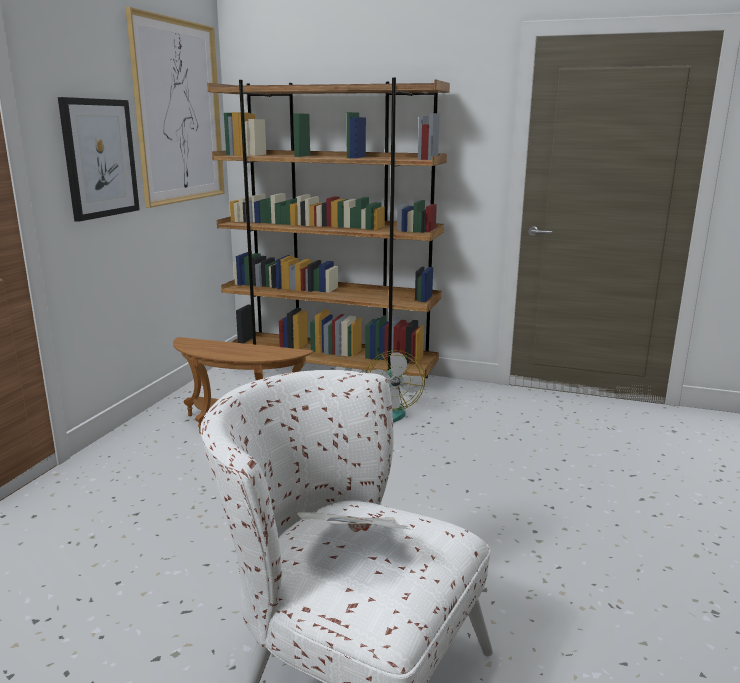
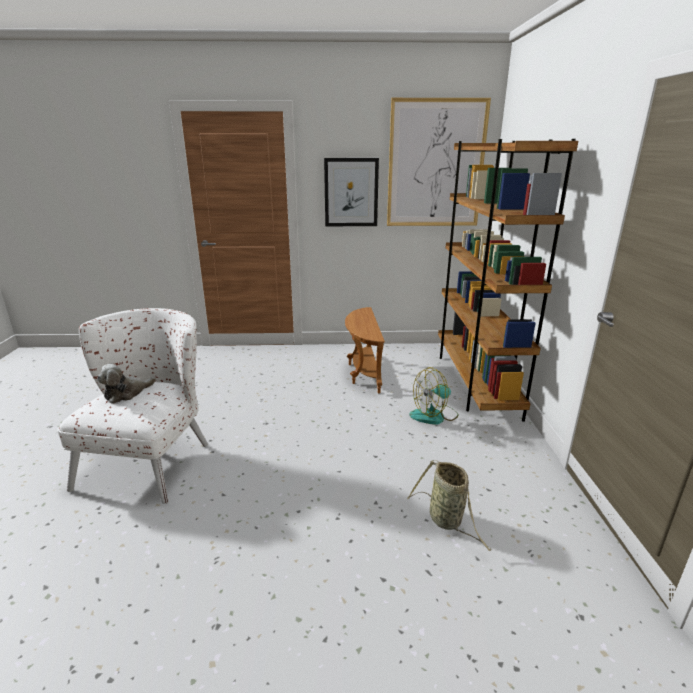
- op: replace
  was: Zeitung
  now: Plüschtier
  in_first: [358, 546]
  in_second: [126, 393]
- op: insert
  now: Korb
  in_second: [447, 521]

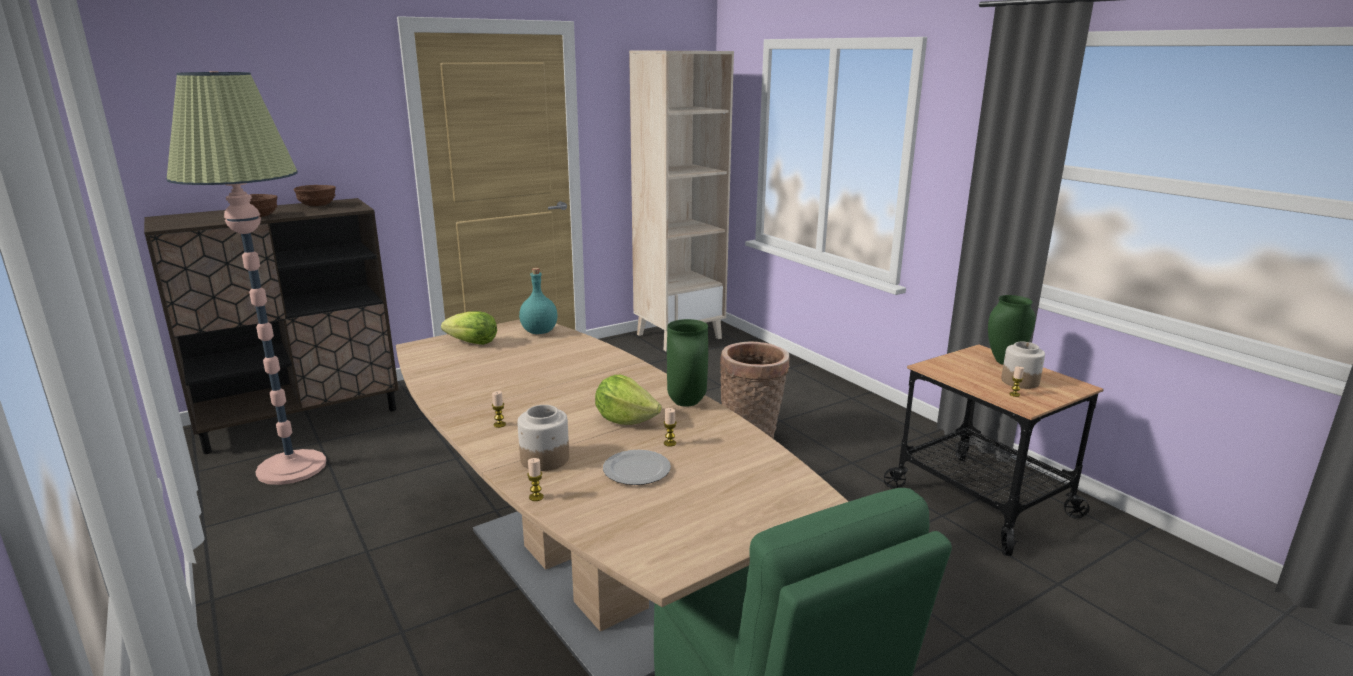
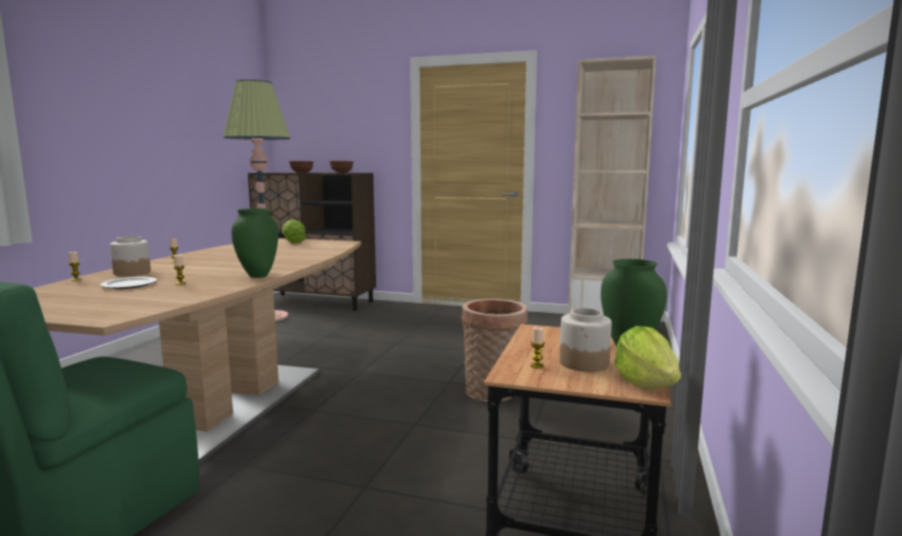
- op: delete
  was: Flasche (türkis)
  in_first: [539, 332]
- op: move
  was: Salatkopf
  in_first: [625, 419]
  in_second: [645, 383]

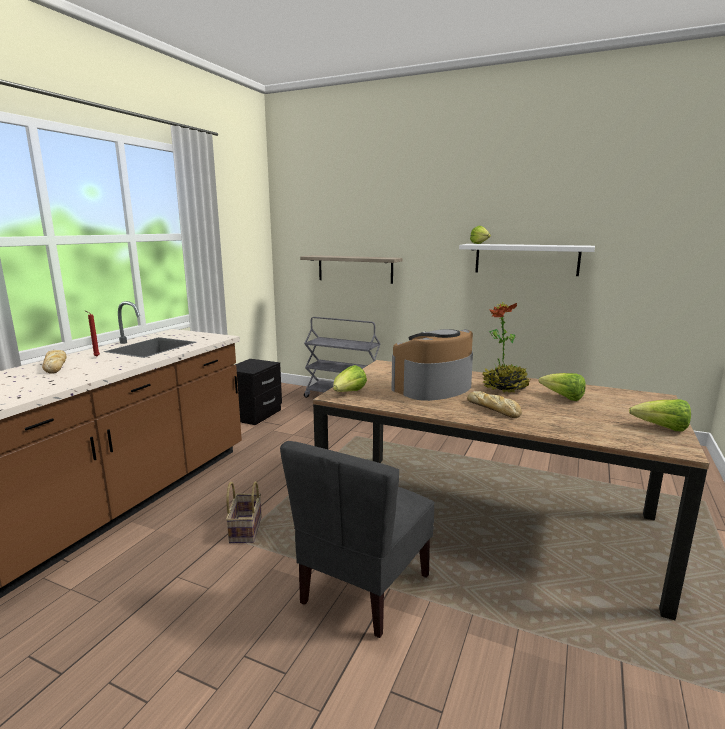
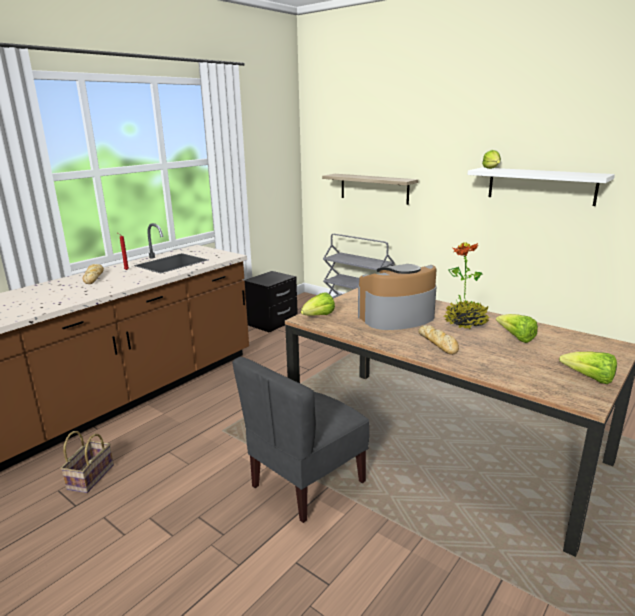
- op: move
  was: Korb
  in_first: [245, 529]
  in_second: [90, 476]

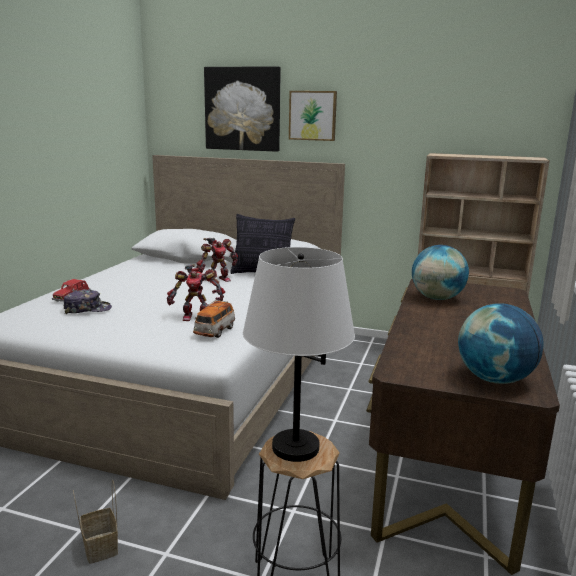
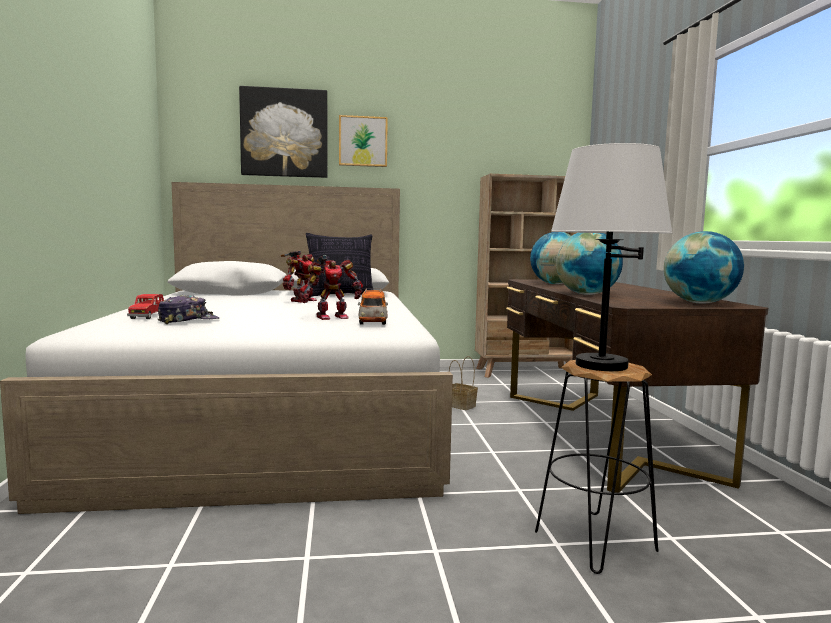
- op: move
  was: Korb
  in_first: [99, 546]
  in_second: [460, 405]
- op: insert
  now: Globus
  in_second: [587, 294]

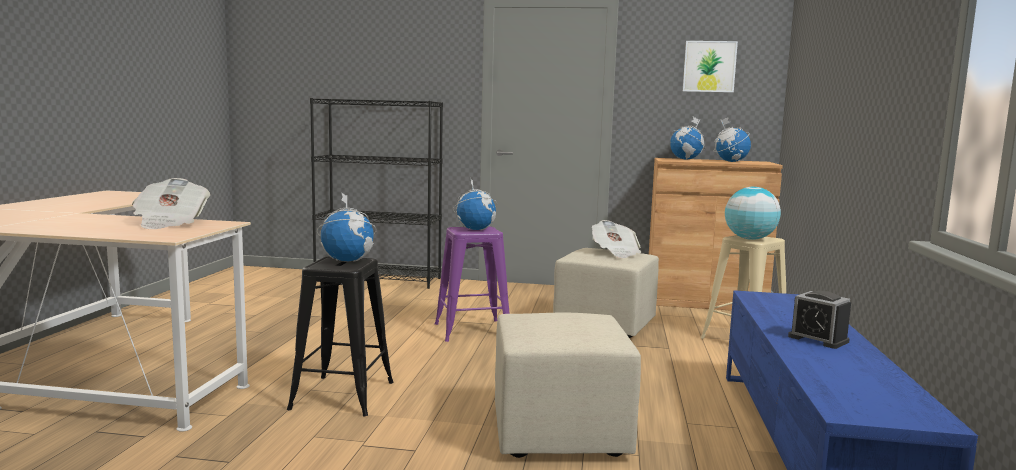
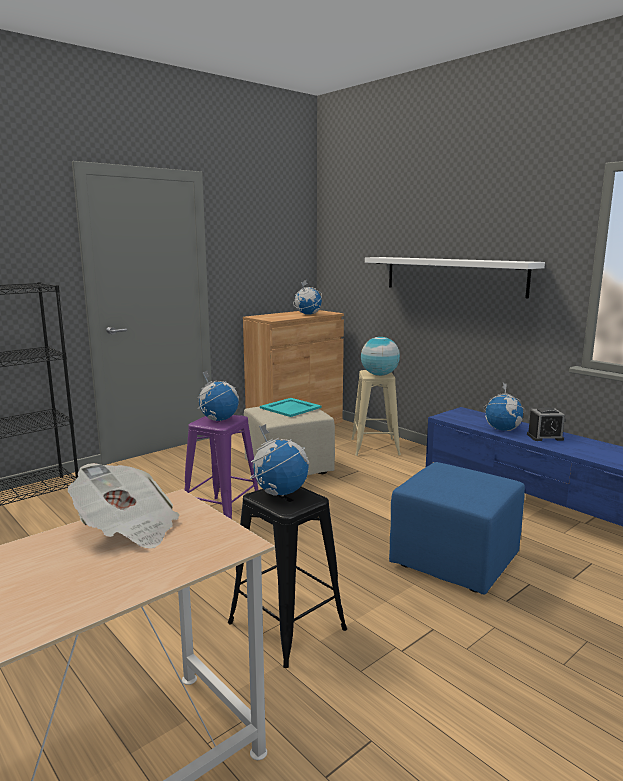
- op: recolor
  was: Polsterhocker (beige)
  now: Polsterhocker (blau)
  in_first: [560, 433]
  in_second: [456, 562]
- op: replace
  was: Zeitung
  now: Tablett (türkis)
  in_first: [615, 253]
  in_second: [291, 408]
- op: move
  was: Globus
  in_first: [686, 159]
  in_second: [503, 429]
- op: delete
  was: Bild
  in_first: [709, 66]
- op: insert
  now: Wandregal (weiß)
  in_second: [453, 275]

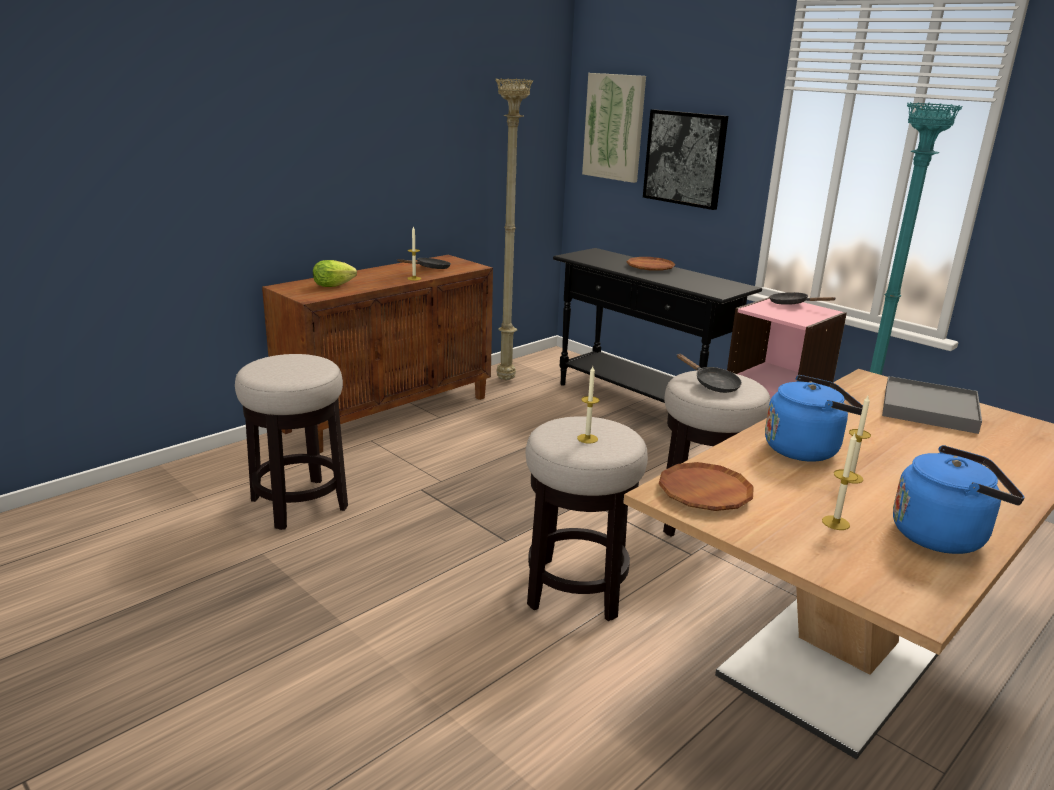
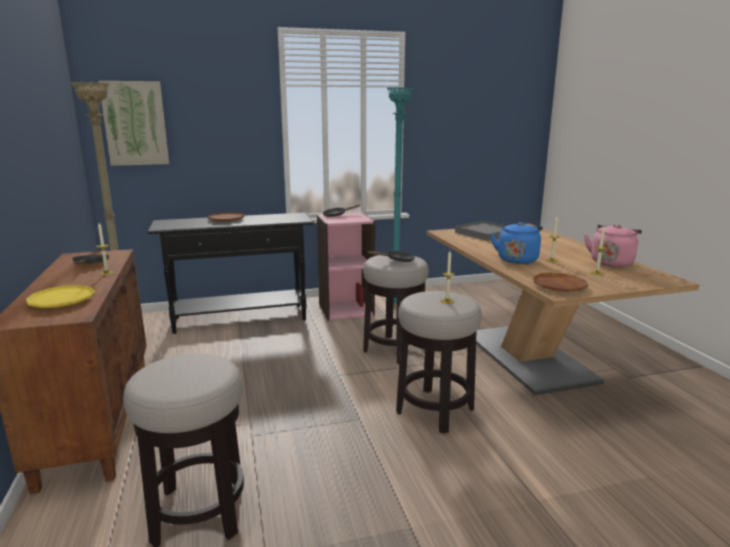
- op: replace
  was: Salatkopf
  now: Teller (gelb)
  in_first: [336, 286]
  in_second: [62, 301]
- op: delete
  was: Bild
  in_first: [685, 158]
- op: recolor
  was: Wasserkessel (blau)
  now: Wasserkessel (rosa)
  in_first: [943, 536]
  in_second: [611, 262]

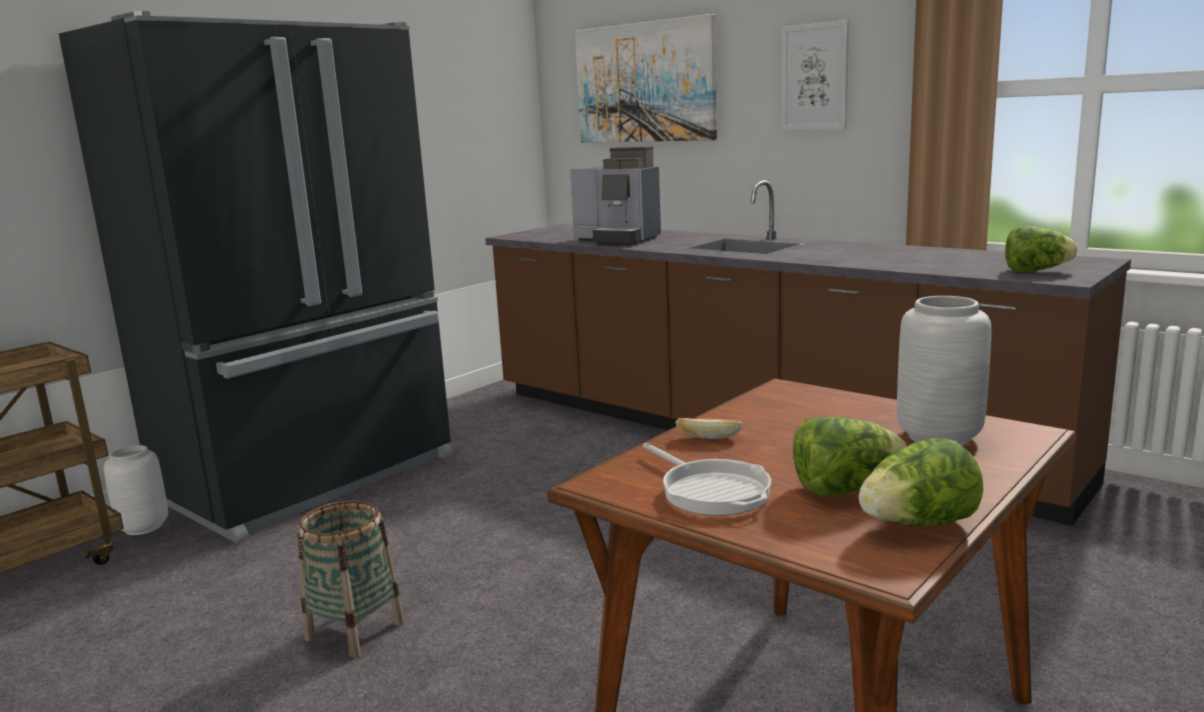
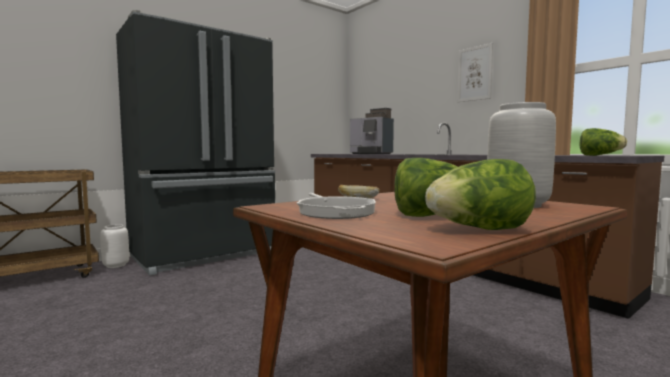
- op: delete
  was: Korb
  in_first: [355, 630]
- op: delete
  was: Bild
  in_first: [645, 82]

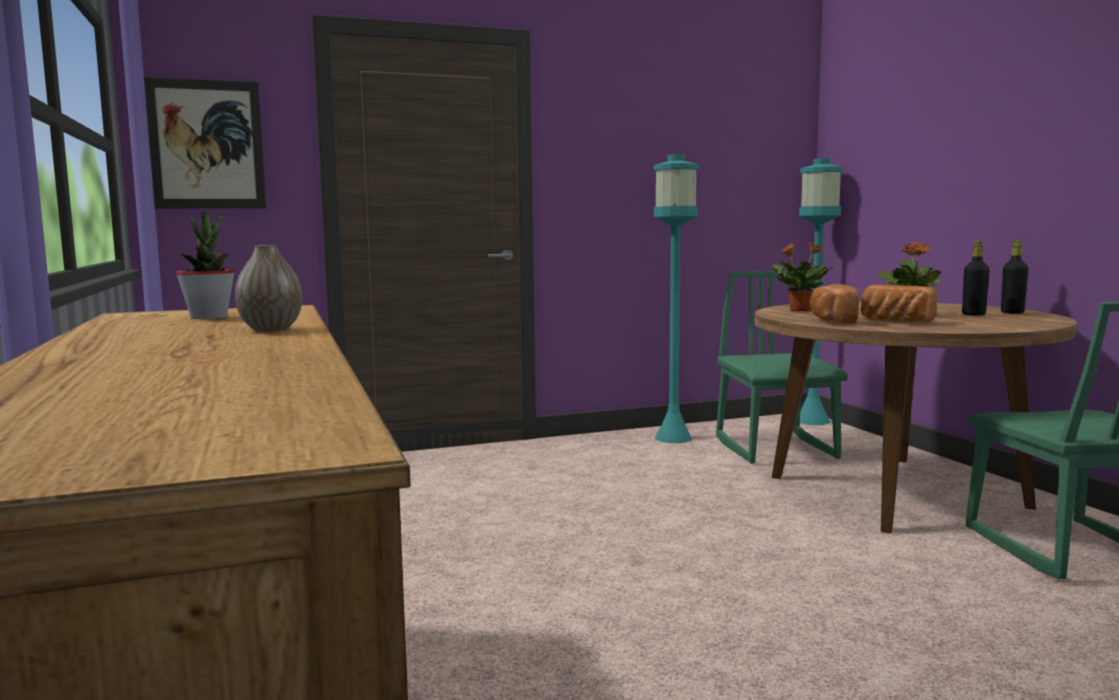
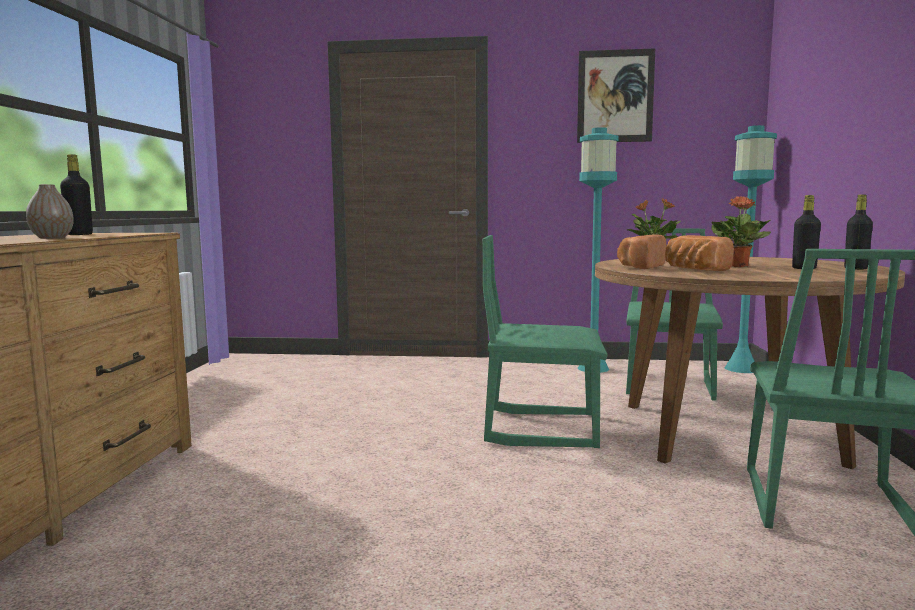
- op: move
  was: Bild
  in_first: [207, 144]
  in_second: [615, 96]
- op: replace
  was: Topfpflanze
  now: Flasche (schwarz)
  in_first: [209, 317]
  in_second: [79, 234]
- op: insert
  now: Stuhl (grün)
  in_second: [541, 428]

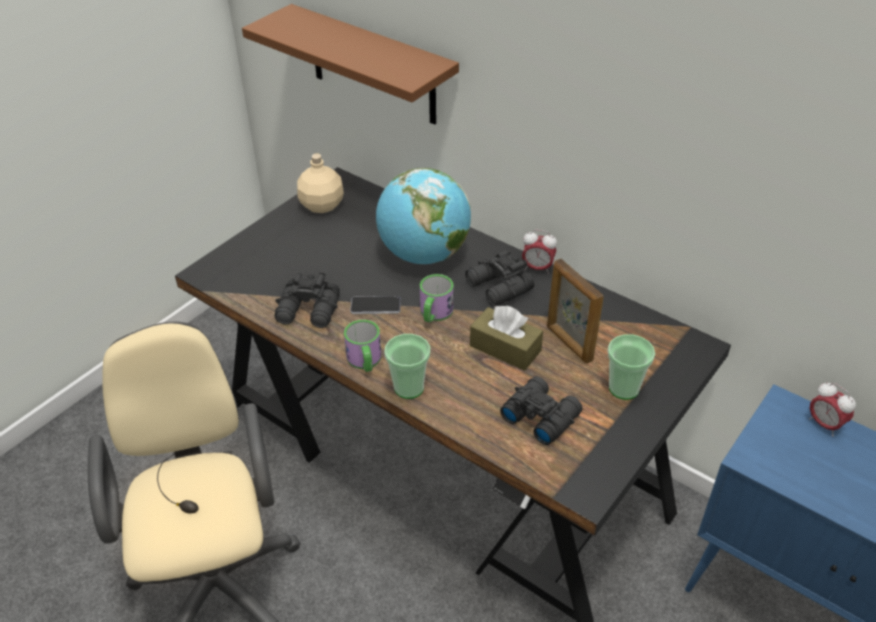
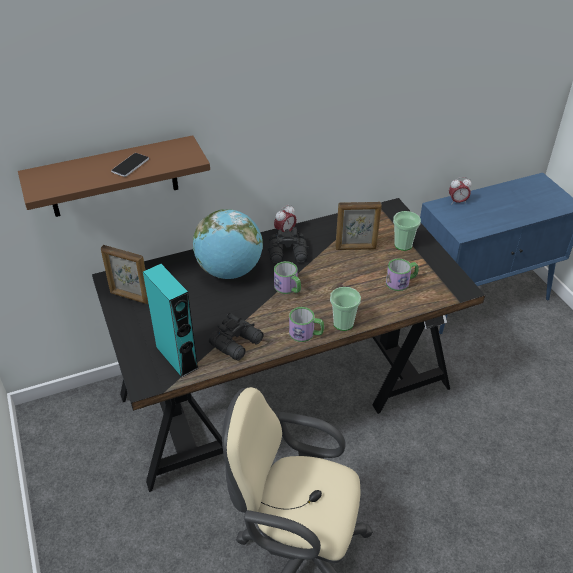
- op: replace
  was: Flasche (beige)
  now: Bilderrahmen
  in_first: [322, 206]
  in_second: [130, 297]
- op: move
  was: Handy
  in_first: [375, 306]
  in_second: [130, 165]
- op: delete
  was: Taschentuchbox (braun)
  in_first: [505, 348]
- op: replace
  was: Fernglas (schwarz)
  now: Henkelbecher
  in_first: [540, 415]
  in_second: [401, 282]
- op: insert
  now: Lautsprecher (türkis)
  in_second: [177, 357]

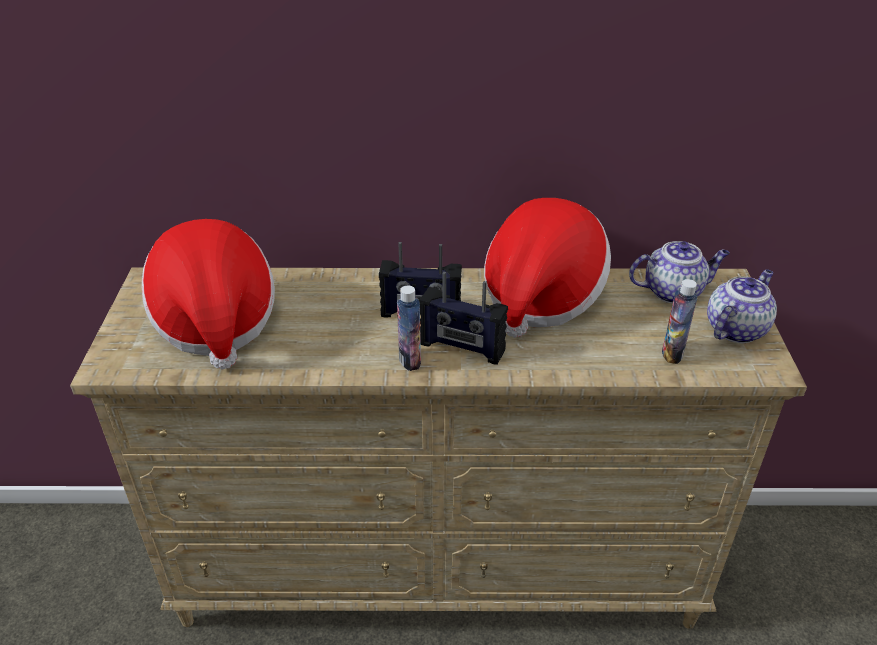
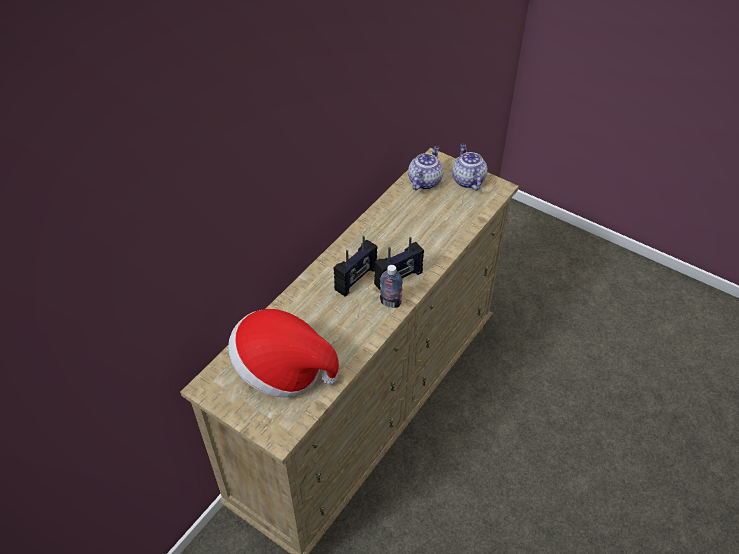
- op: delete
  was: Hut
  in_first: [541, 296]
- op: delete
  was: Flasche
  in_first: [672, 353]

